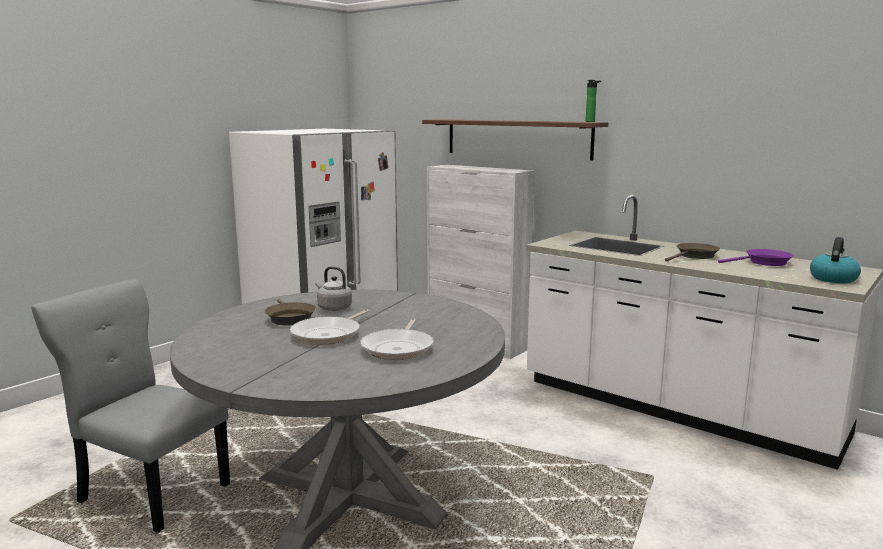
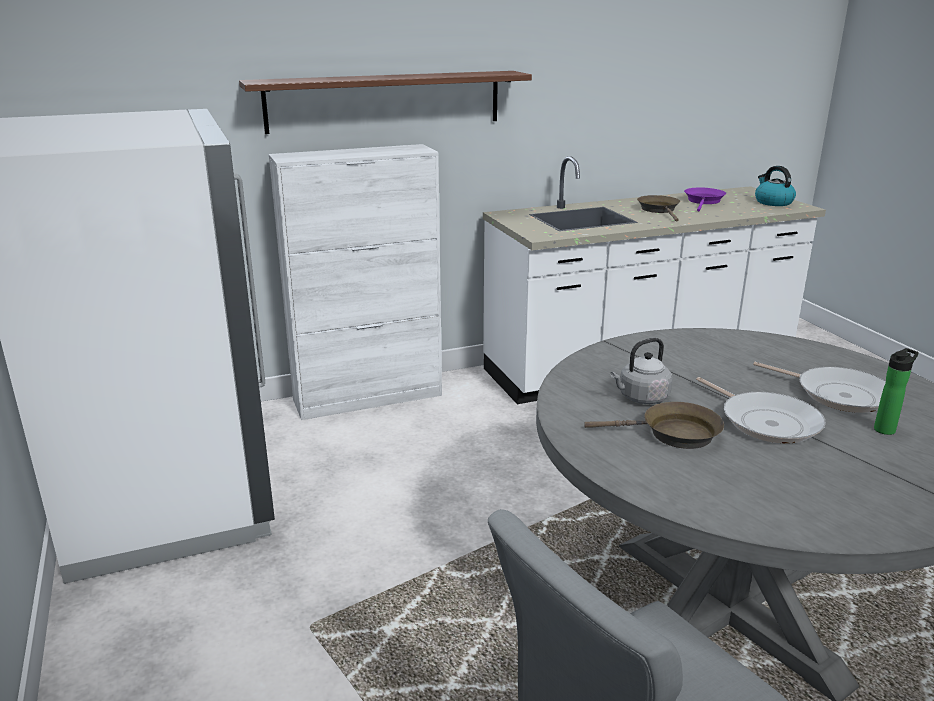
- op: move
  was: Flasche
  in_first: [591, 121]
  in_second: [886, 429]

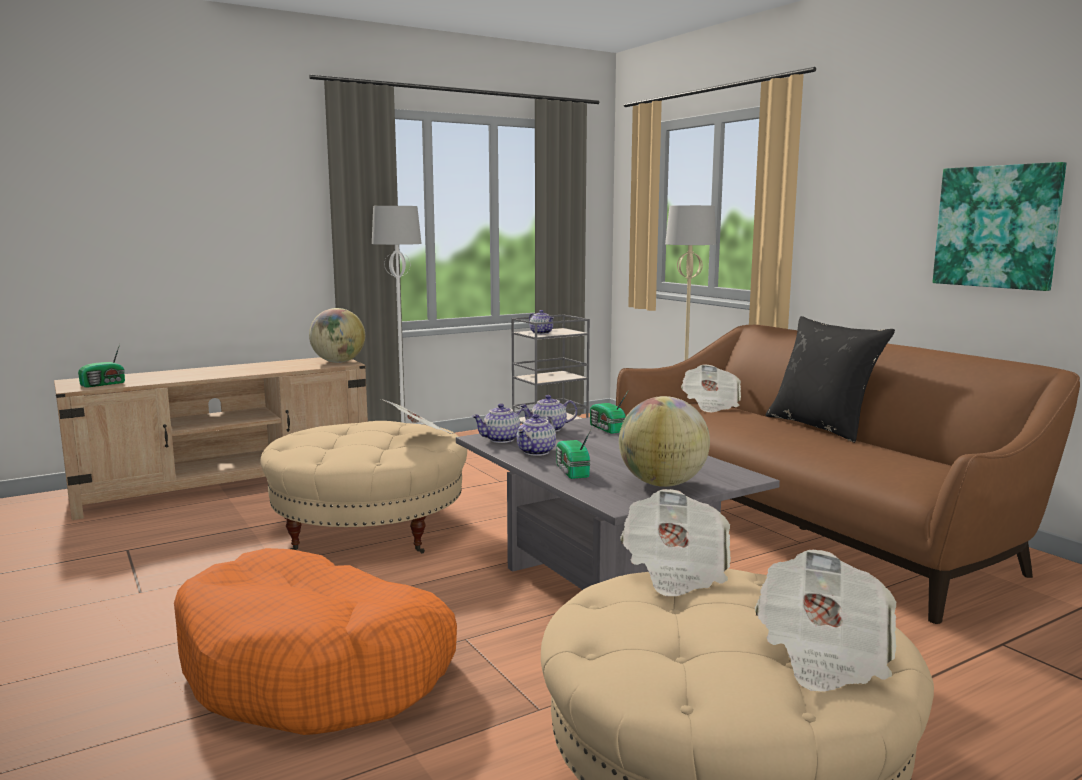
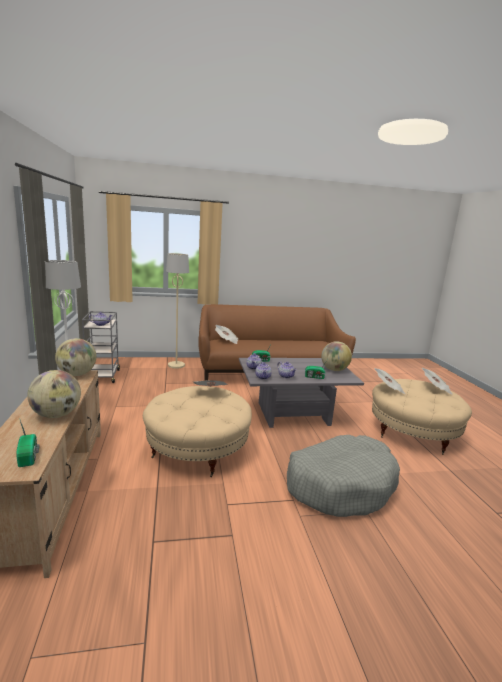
- op: recolor
  was: Hundebett (orange)
  now: Hundebett (grau)
  in_first: [315, 669]
  in_second: [340, 485]
- op: delete
  was: Kissen (schwarz)
  in_first: [822, 426]
- op: delete
  was: Bild
  in_first: [997, 227]
- op: insert
  now: Globus
  in_second: [56, 415]

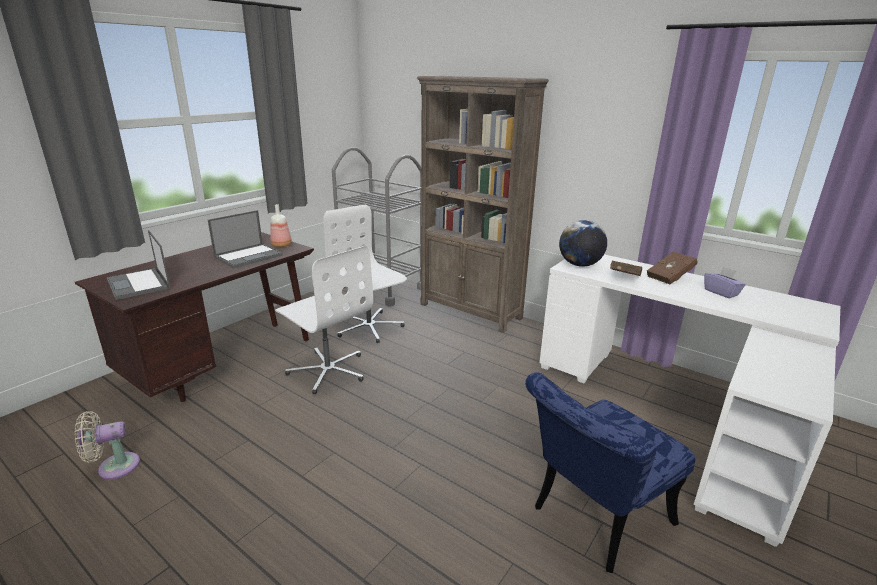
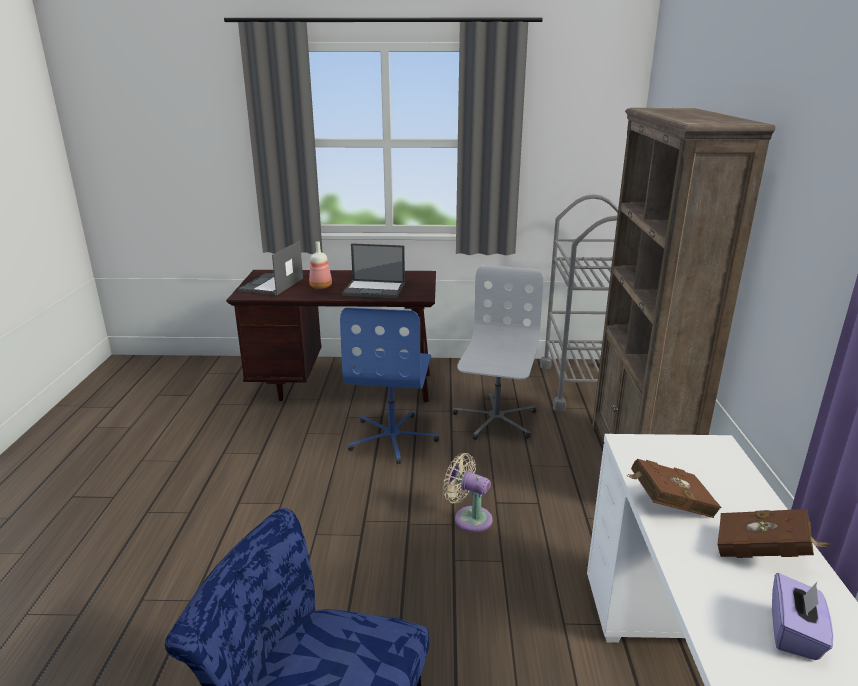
- op: move
  was: Ventilator (beige)
  in_first: [114, 467]
  in_second: [469, 518]
- op: move
  was: Flasche
  in_first: [281, 245]
  in_second: [321, 286]
- op: recolor
  was: Bürostuhl (weiß)
  now: Bürostuhl (blau)
  in_first: [328, 370]
  in_second: [393, 438]
- op: delete
  was: Globus
  in_first: [579, 265]

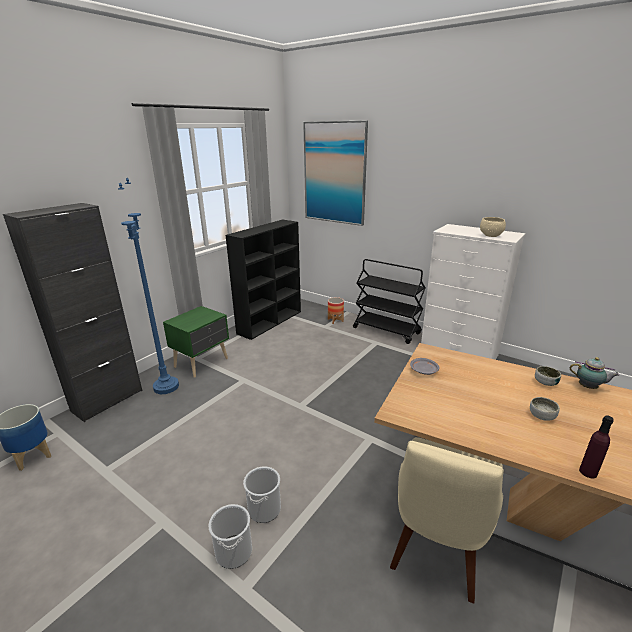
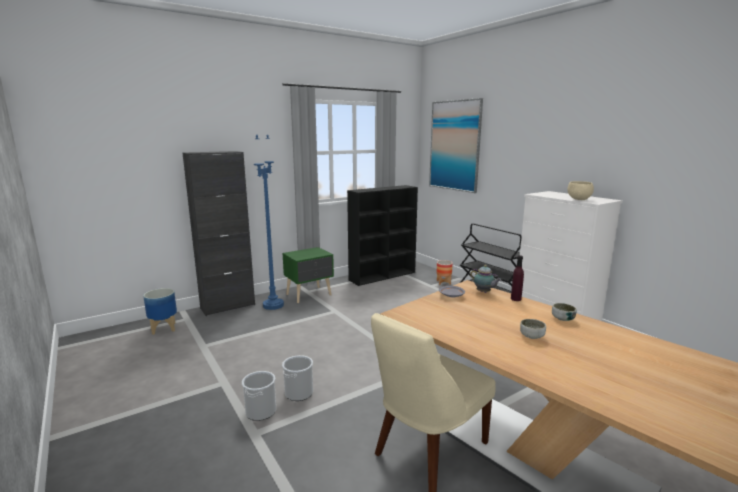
- op: move
  was: Teekanne
  in_first: [589, 387]
  in_second: [484, 292]
- op: move
  was: Flasche (lila)
  in_first: [588, 472]
  in_second: [516, 299]

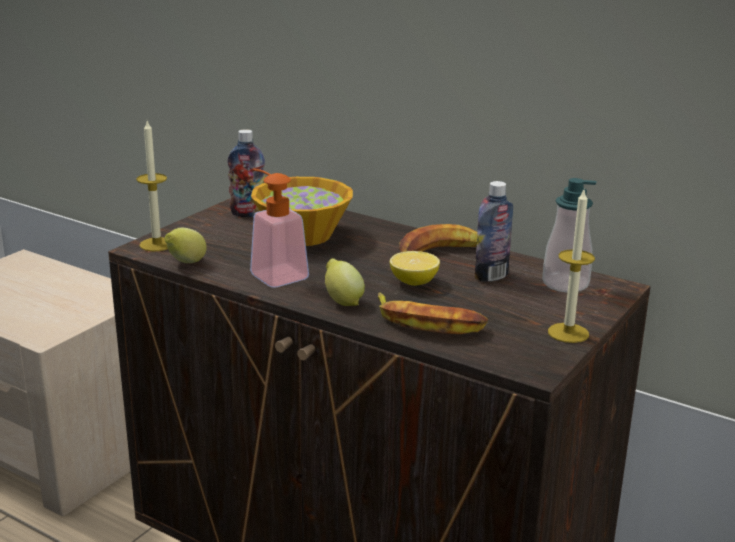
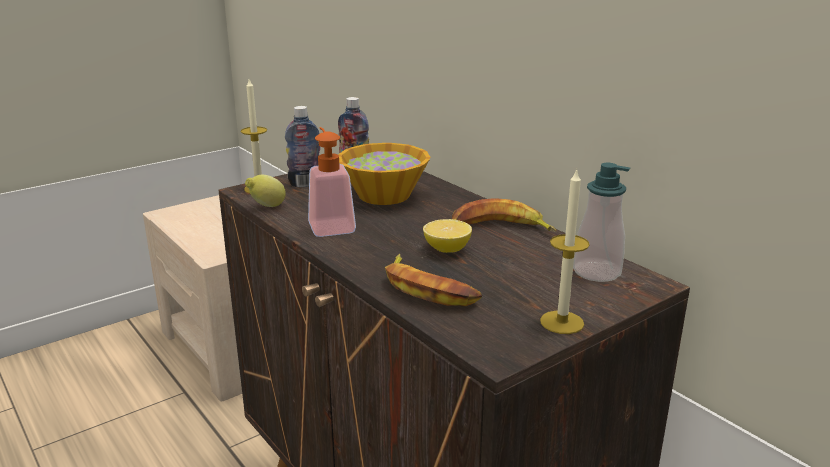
- op: delete
  was: Zitrone
  in_first: [342, 301]
- op: move
  was: Flasche
  in_first: [491, 276]
  in_second: [305, 184]

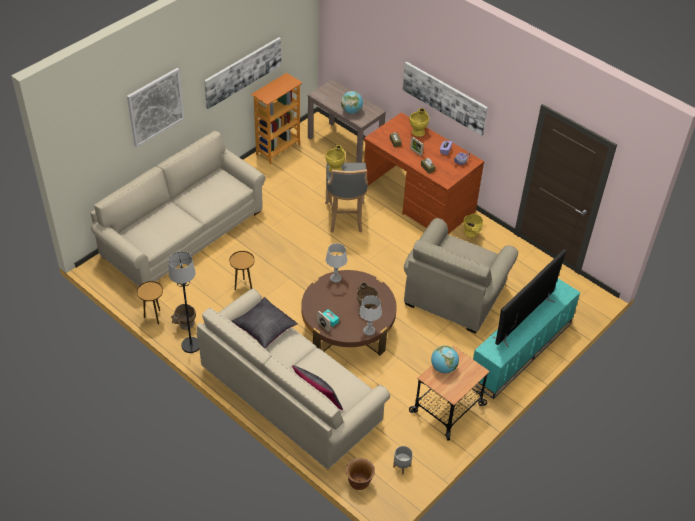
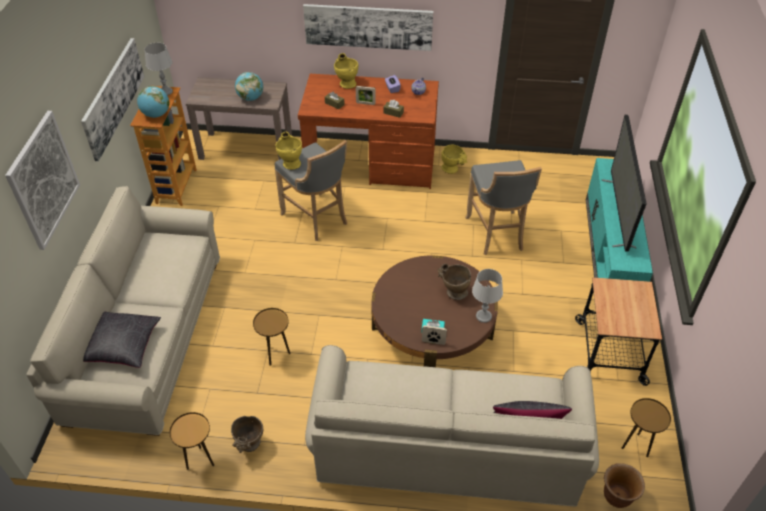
- op: delete
  was: Stehlampe (schwarz)
  in_first: [190, 345]
- op: move
  was: Kissen (schwarz)
  in_first: [264, 328]
  in_second: [121, 345]
- op: move
  was: Tischlampe (grau)
  in_first: [335, 278]
  in_second: [165, 92]
- op: replace
  was: Pflanzkübel (grau)
  now: Beistelltisch (braun)
  in_first: [401, 467]
  in_second: [636, 446]
- op: replace
  was: Sessel (beige)
  now: Hocker (grau)
  in_first: [454, 295]
  in_second: [496, 234]
- op: move
  was: Globus
  in_first: [443, 368]
  in_second: [156, 115]

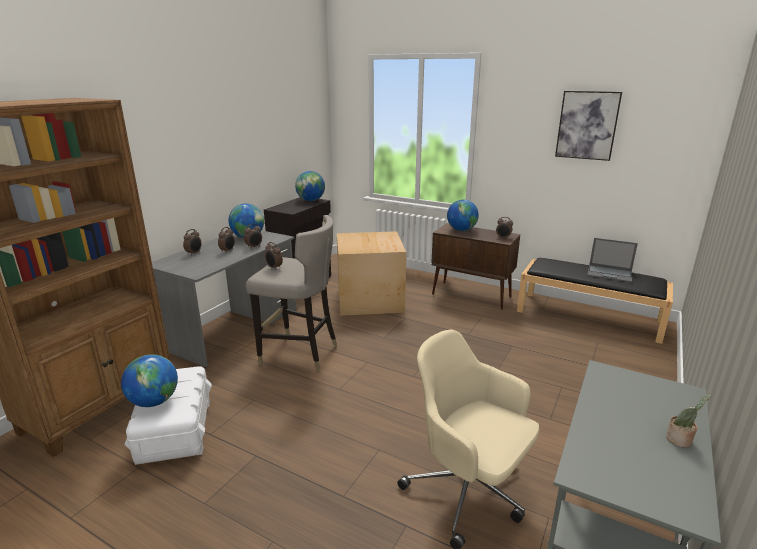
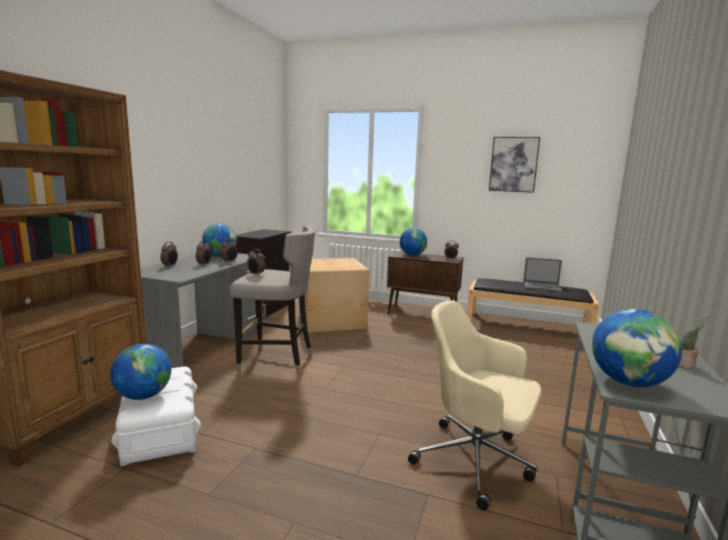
- op: move
  was: Globus
  in_first: [311, 200]
  in_second: [628, 382]

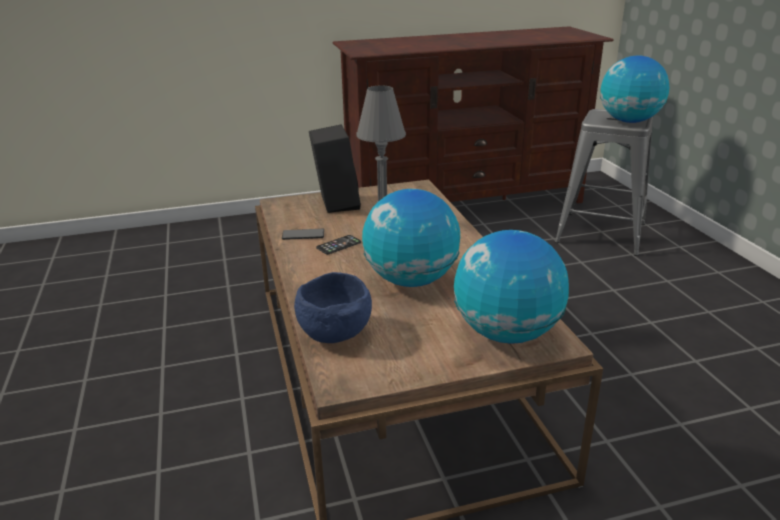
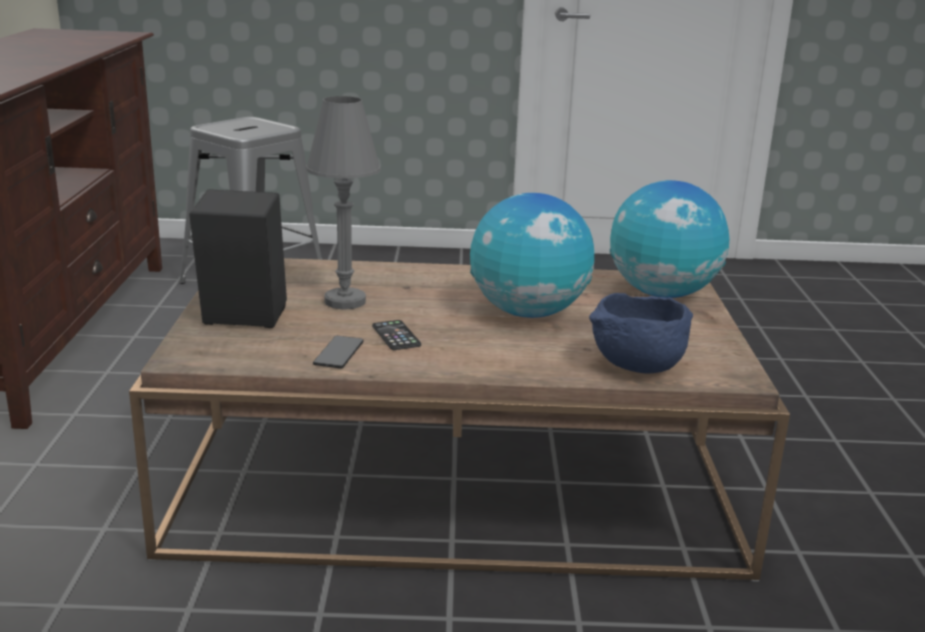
- op: delete
  was: Globus
  in_first: [629, 121]

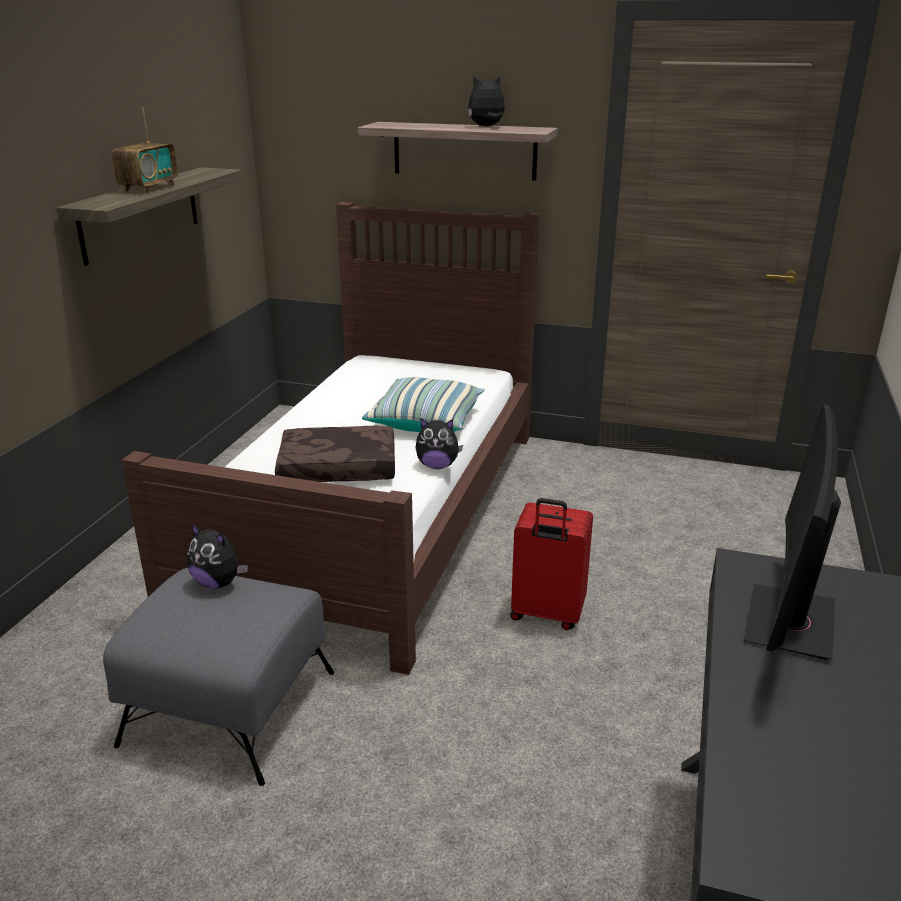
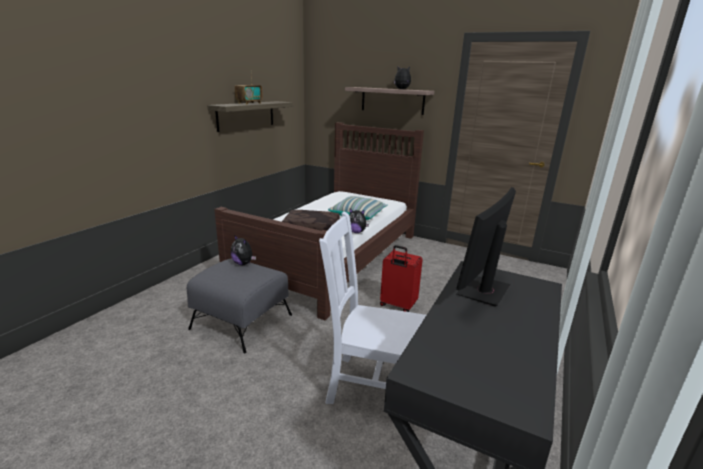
- op: insert
  now: Stuhl (weiß)
  in_second: [371, 386]

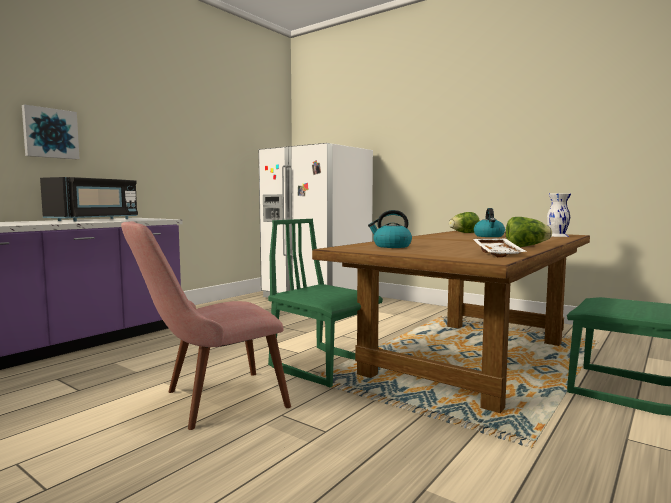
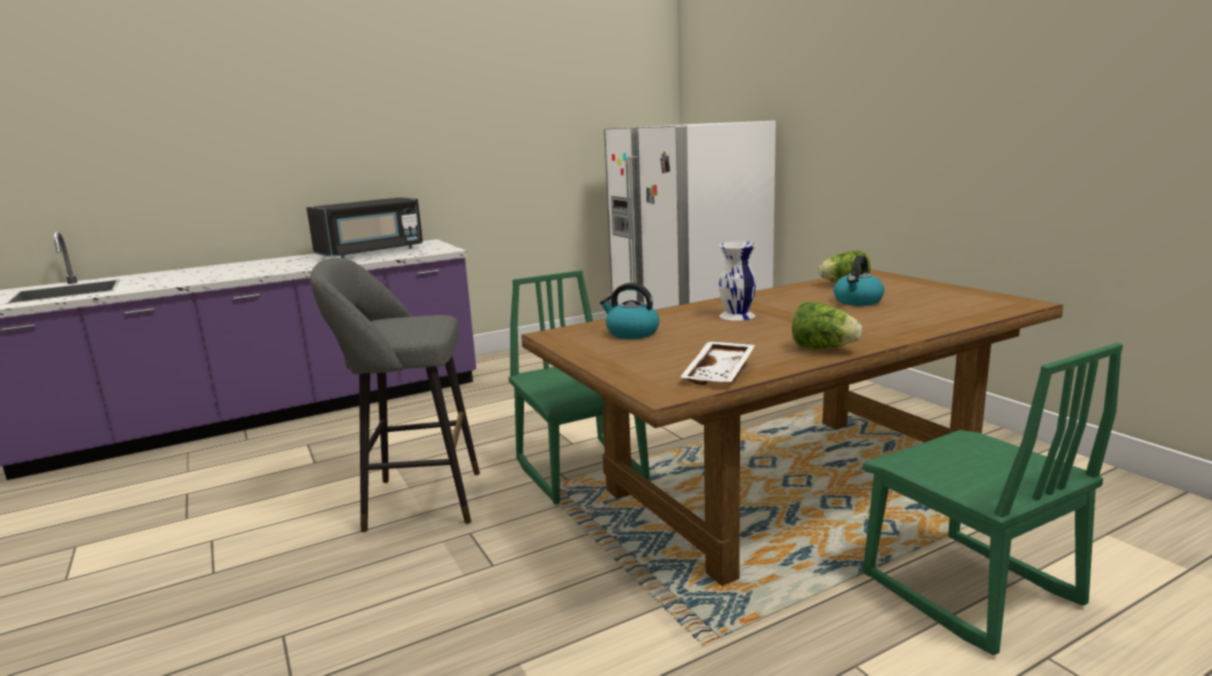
- op: delete
  was: Bild
  in_first: [50, 133]
- op: replace
  was: Stuhl (rosa)
  now: Hocker (grau)
  in_first: [209, 402]
  in_second: [415, 501]
- op: move
  was: Vase (weiß)
  in_first: [557, 236]
  in_second: [736, 316]

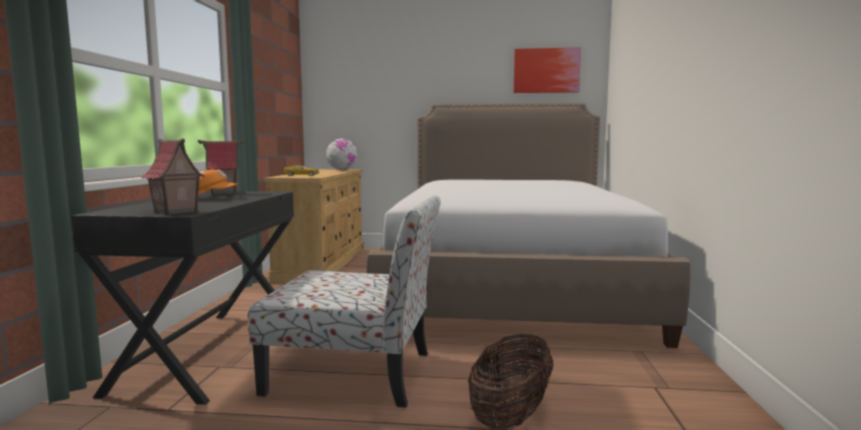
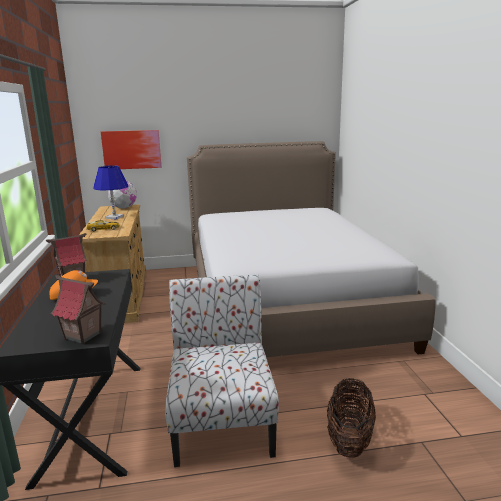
- op: rotate
  was: Stuhl
  in_first: [355, 373]
  in_second: [222, 419]
  clockwise: -90
- op: move
  was: Bild
  in_first: [546, 70]
  in_second: [131, 149]
- op: insert
  now: Tischlampe (blau)
  in_second: [114, 217]

